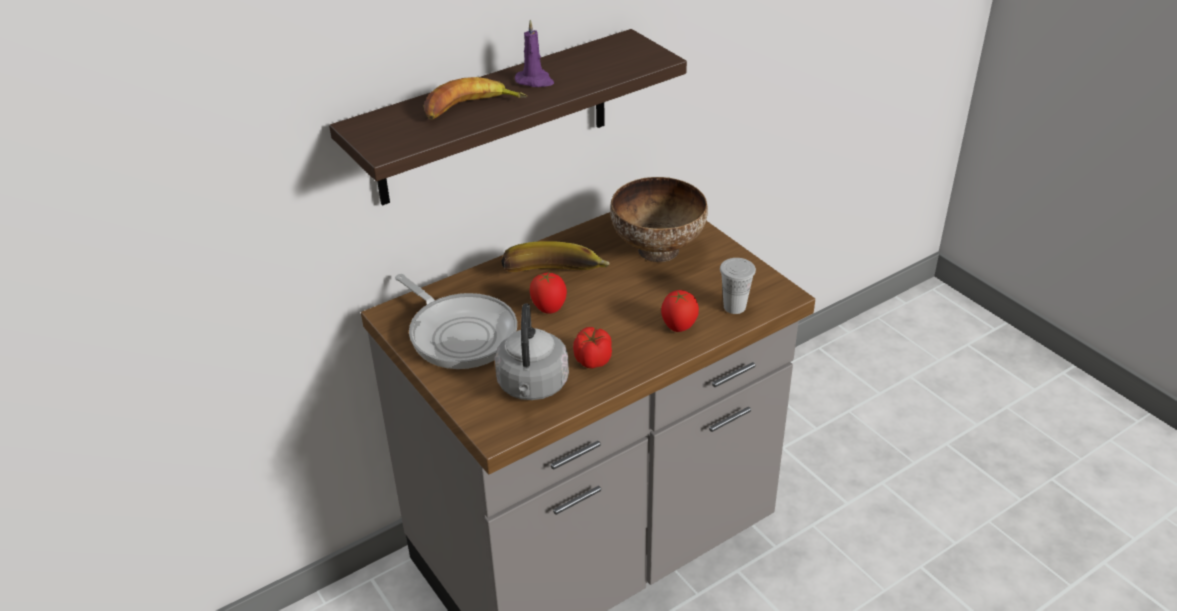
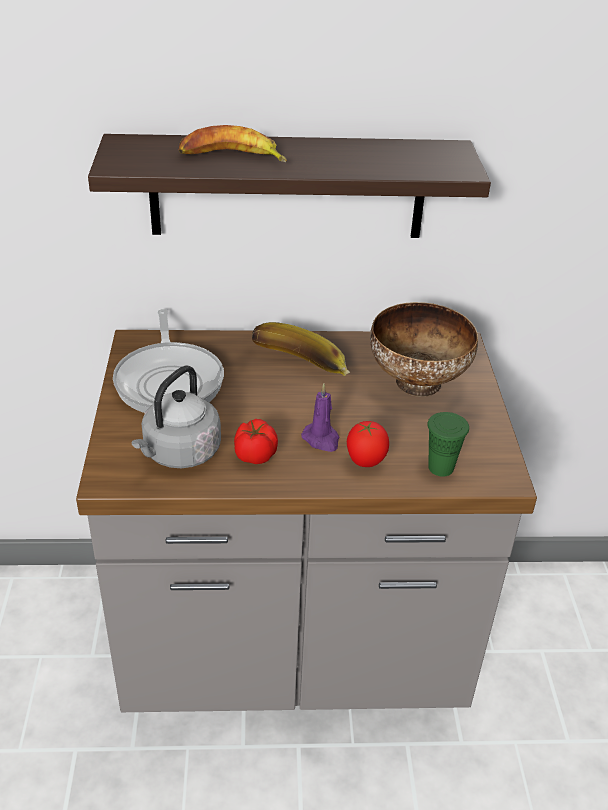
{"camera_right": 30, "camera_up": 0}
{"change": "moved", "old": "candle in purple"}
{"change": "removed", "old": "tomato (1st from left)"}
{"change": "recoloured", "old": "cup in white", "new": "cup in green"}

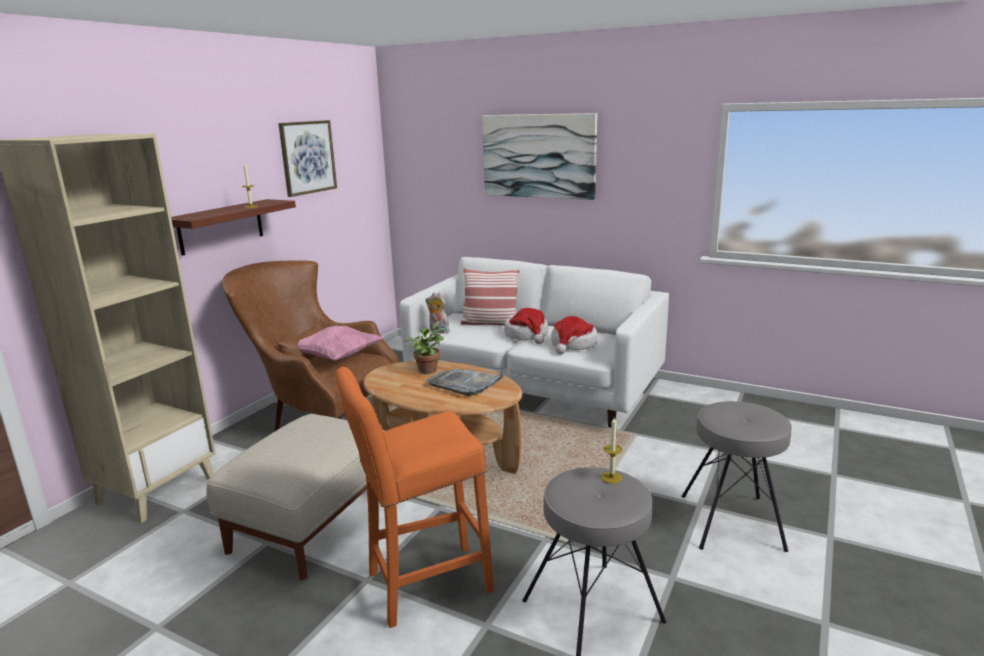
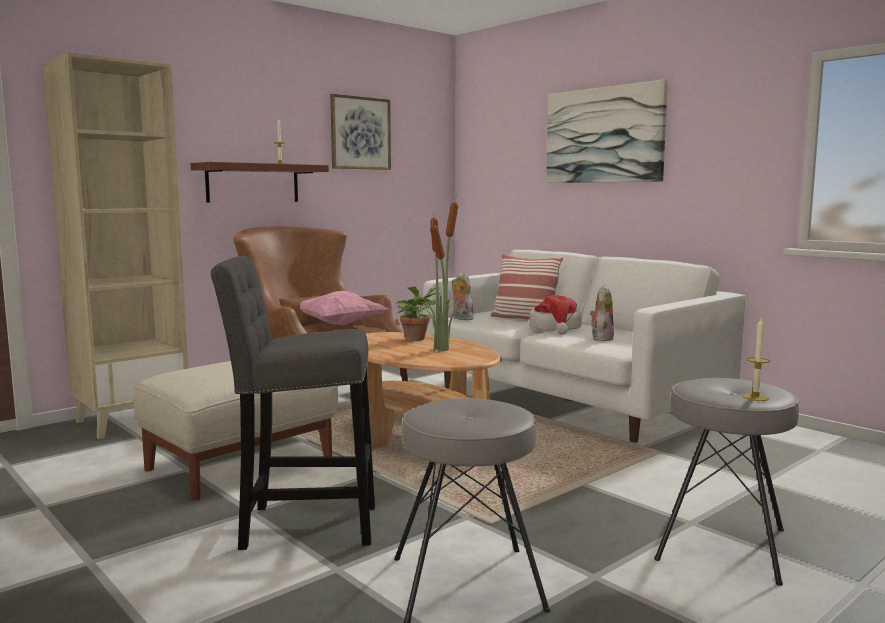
{"camera_right": 20, "camera_up": -10}
{"change": "recoloured", "old": "stool in orange", "new": "stool in grey (1st from left)"}
{"change": "replaced", "old": "tray in grey", "new": "potted plant (2nd from left)"}
{"change": "replaced", "old": "hat (2nd from left)", "new": "plush toy (2nd from left)"}
{"change": "moved", "old": "candle (2nd from left)"}

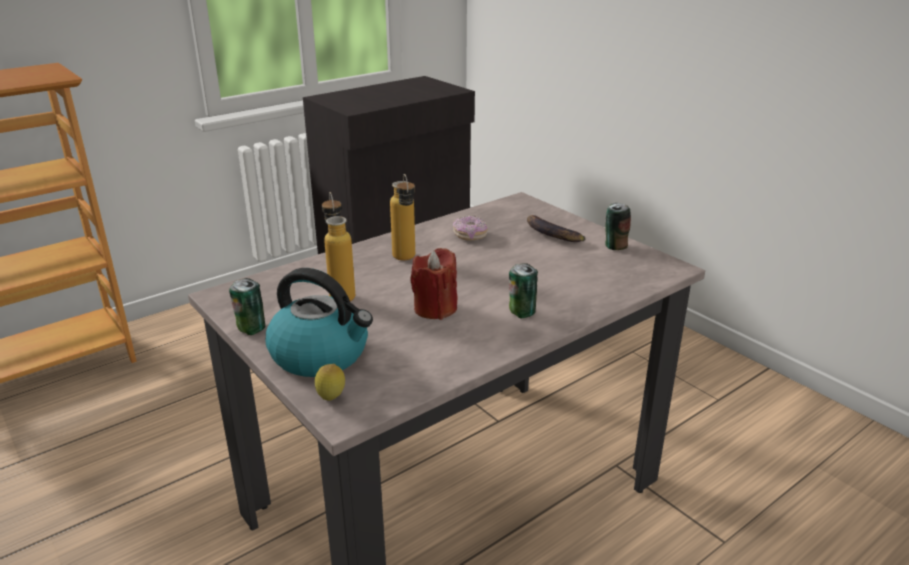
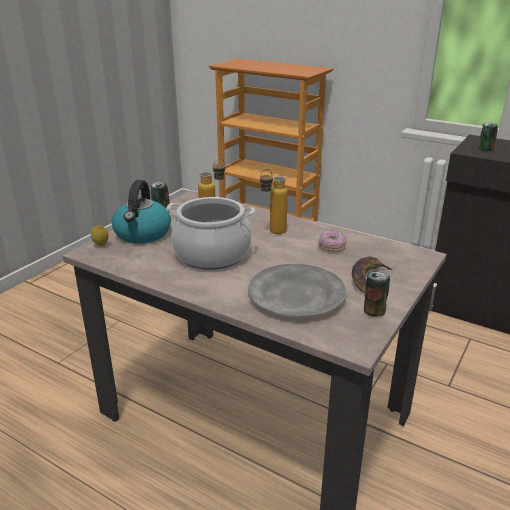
{"camera_right": 70, "camera_up": 0}
{"change": "replaced", "old": "candle in red", "new": "cooking pot"}
{"change": "moved", "old": "can (2nd from left in the first image)", "new": "can (3rd from left)"}
{"change": "added", "new": "plate in grey"}

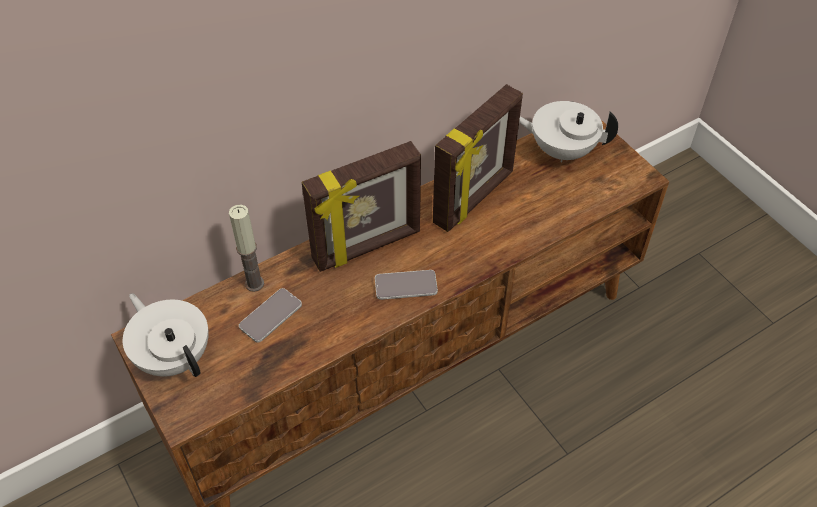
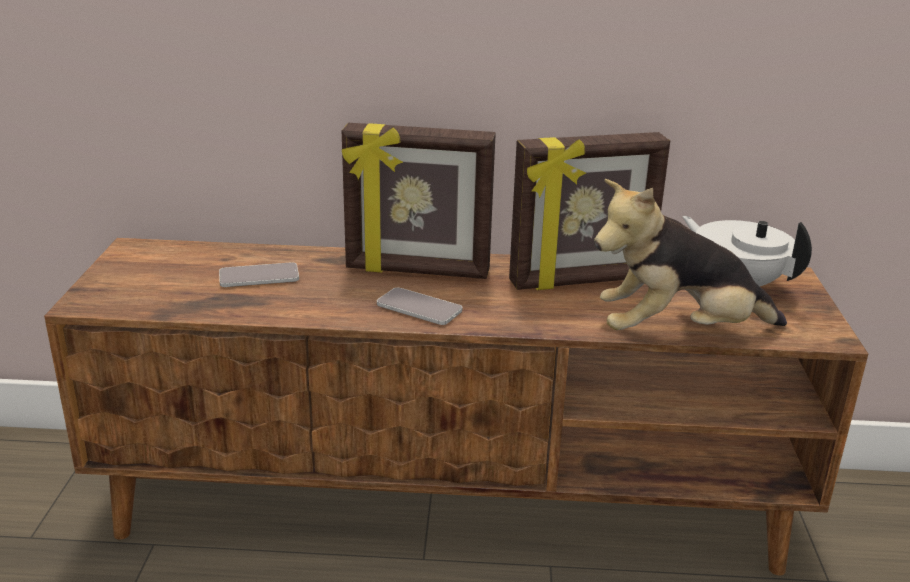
{"camera_right": 35, "camera_up": -25}
{"change": "removed", "old": "teapot in white (1st from left)"}
{"change": "removed", "old": "candle"}
{"change": "added", "new": "plush toy"}

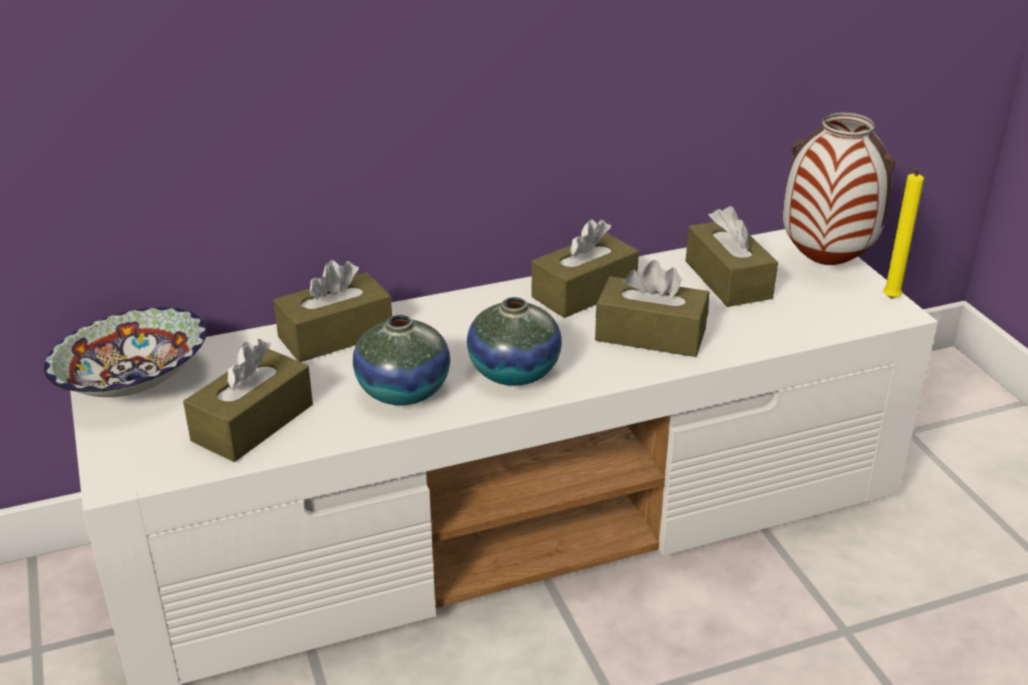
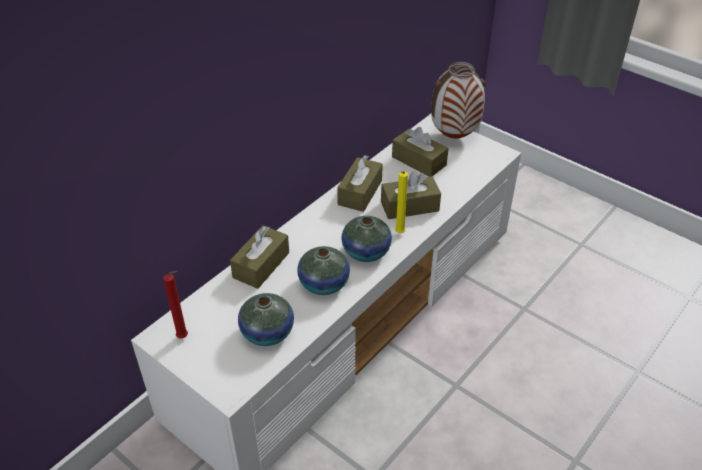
{"camera_right": -30, "camera_up": 10}
{"change": "replaced", "old": "bowl", "new": "candle in red"}
{"change": "replaced", "old": "tissue box in brown (1st from left)", "new": "vase (1st from left)"}
{"change": "moved", "old": "candle in yellow"}

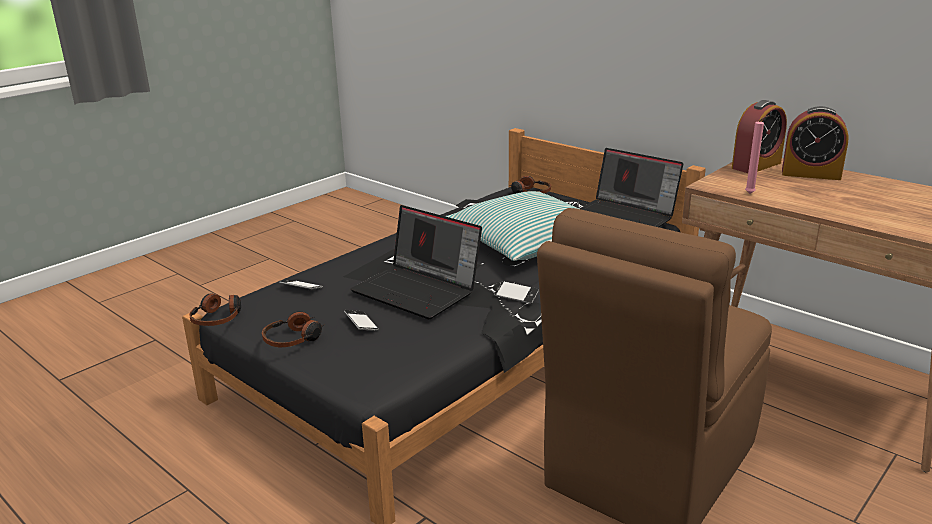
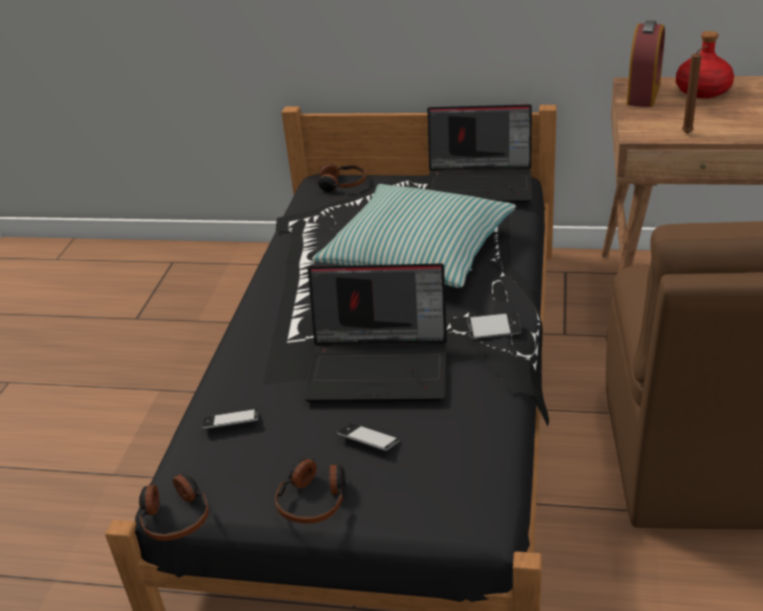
{"camera_right": -30, "camera_up": 10}
{"change": "recoloured", "old": "candle in pink", "new": "candle in brown"}
{"change": "replaced", "old": "alarm clock (2nd from left)", "new": "bottle in red"}

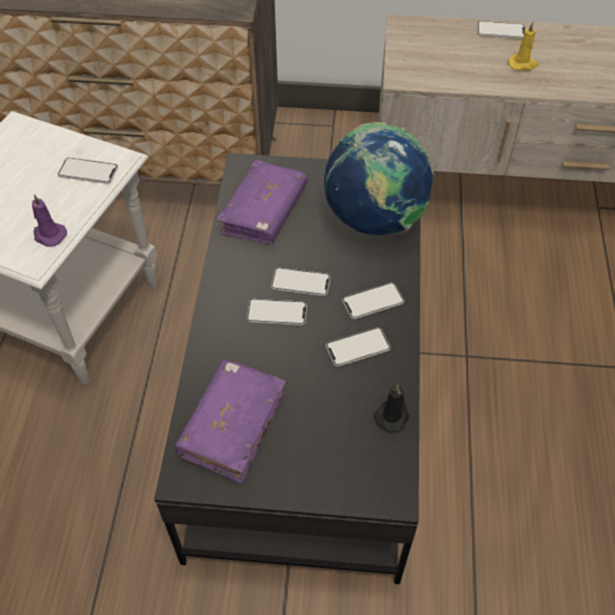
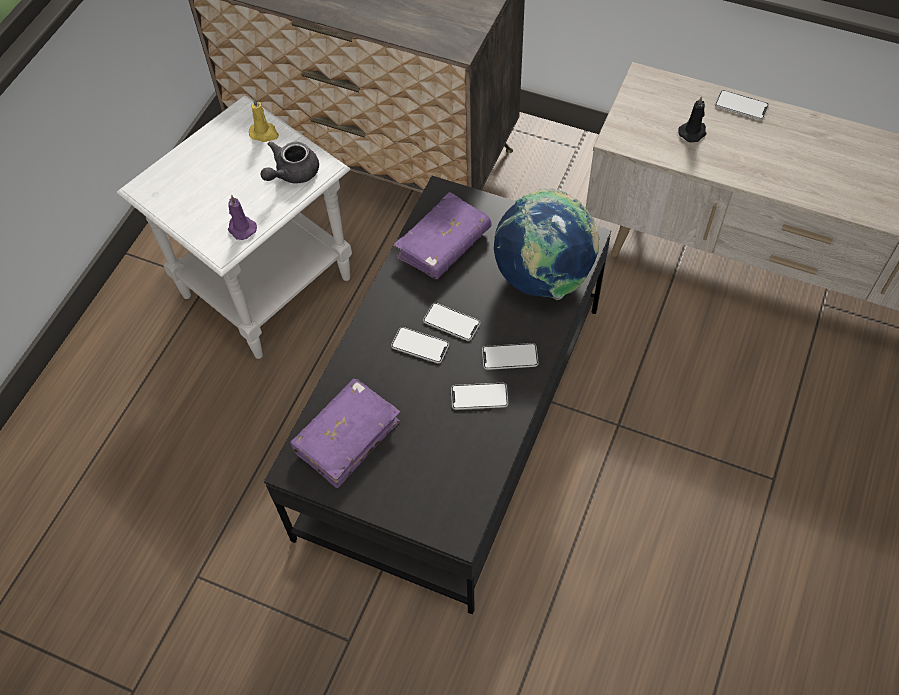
{"camera_right": 20, "camera_up": 5}
{"change": "replaced", "old": "phone (1st from left)", "new": "teapot in grey"}
{"change": "moved", "old": "candle in black"}
{"change": "moved", "old": "candle in yellow"}

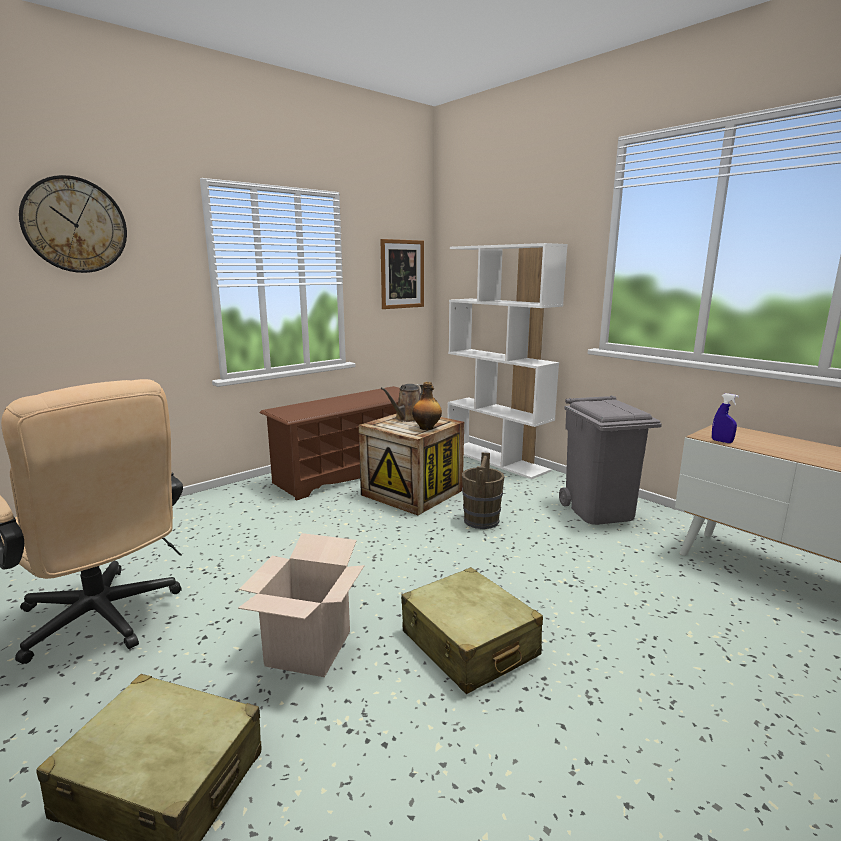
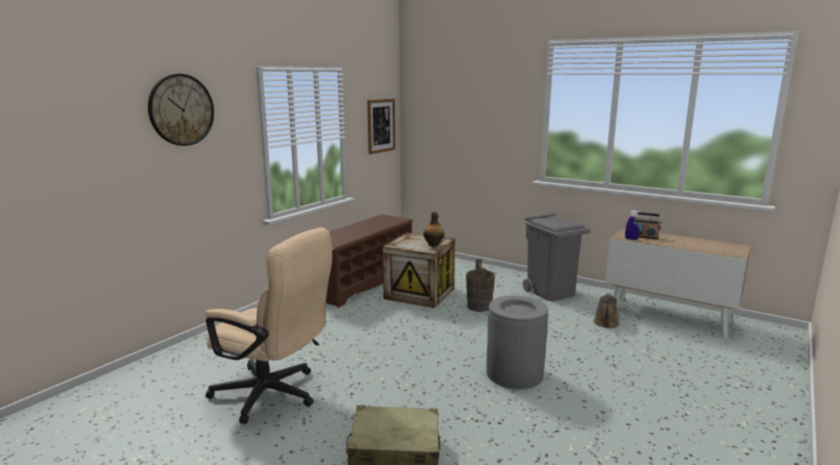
{"camera_right": -15, "camera_up": 0}
{"change": "removed", "old": "cardboard box"}
{"change": "moved", "old": "watering can in brown"}
{"change": "replaced", "old": "suitcase in beige (2nd from left)", "new": "trash can in grey (1st from left)"}
{"change": "removed", "old": "bookcase in white"}
{"change": "added", "new": "radio"}

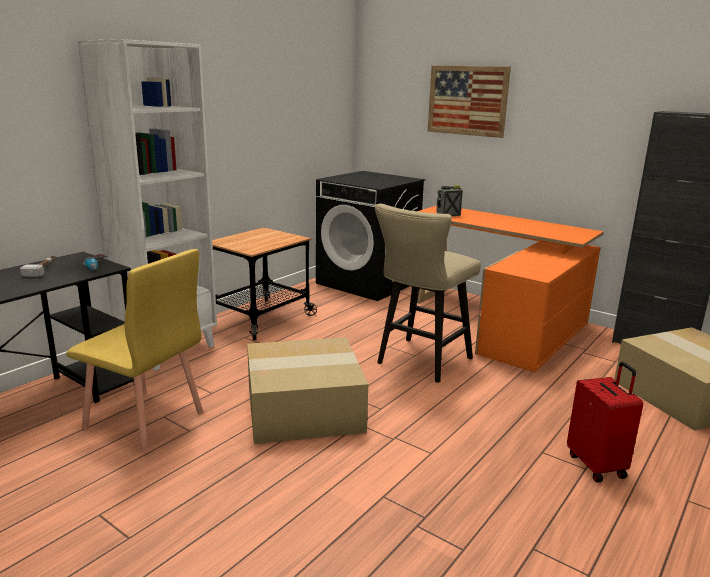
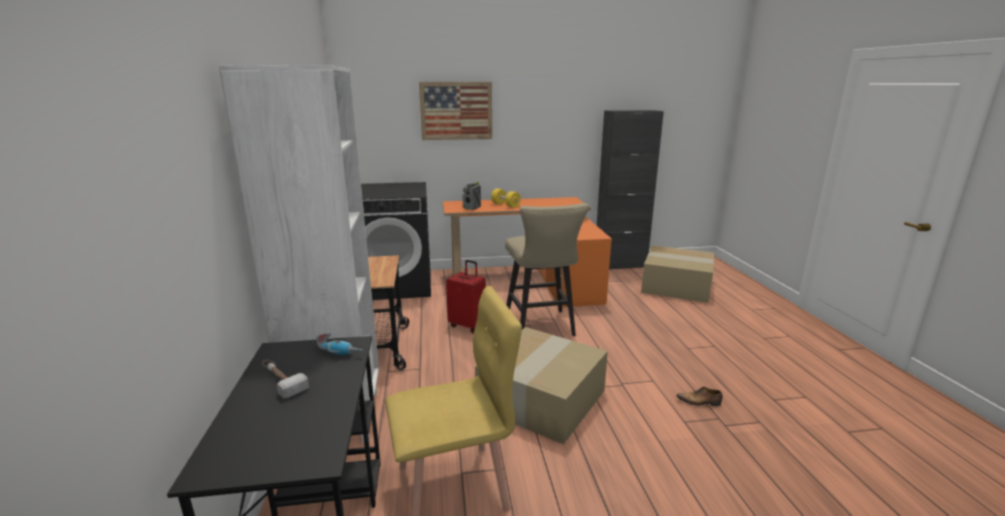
{"camera_right": -45, "camera_up": 0}
{"change": "moved", "old": "suitcase in red"}
{"change": "added", "new": "dumbbell in yellow"}
{"change": "added", "new": "shoe"}

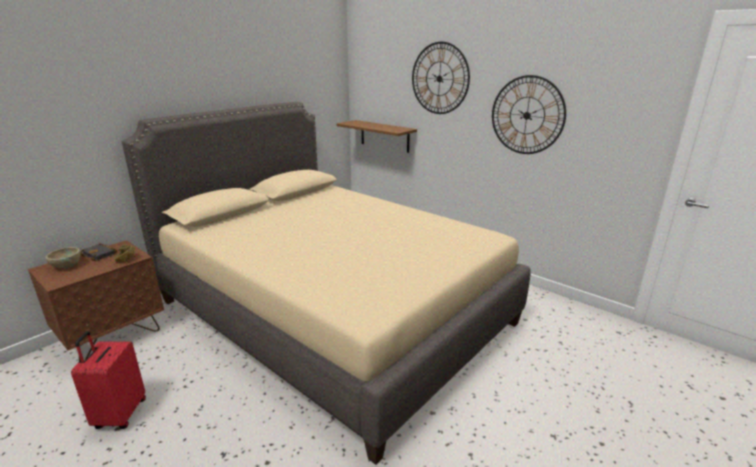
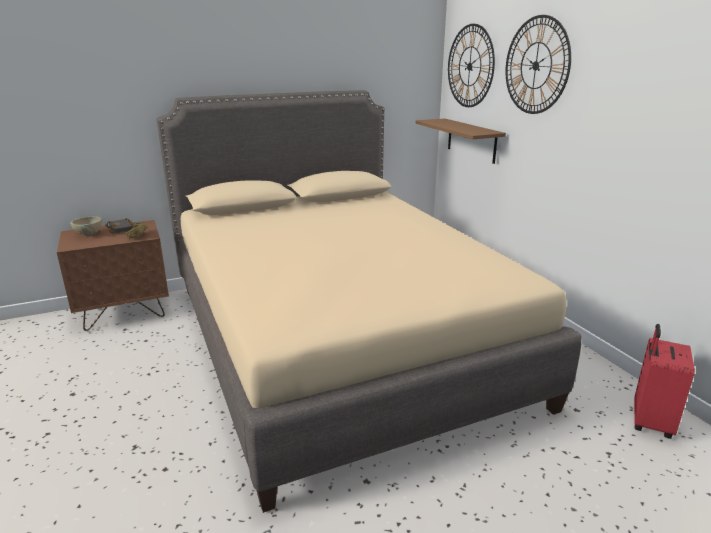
{"camera_right": 25, "camera_up": 0}
{"change": "moved", "old": "suitcase in red"}
{"change": "moved", "old": "wall clock (2nd from left in the first image)", "new": "wall clock (1st from left)"}

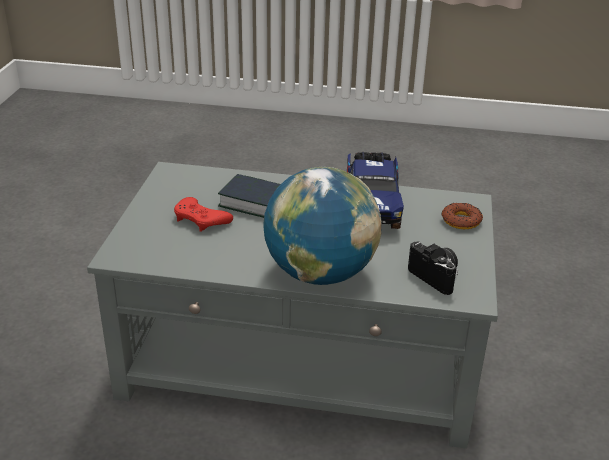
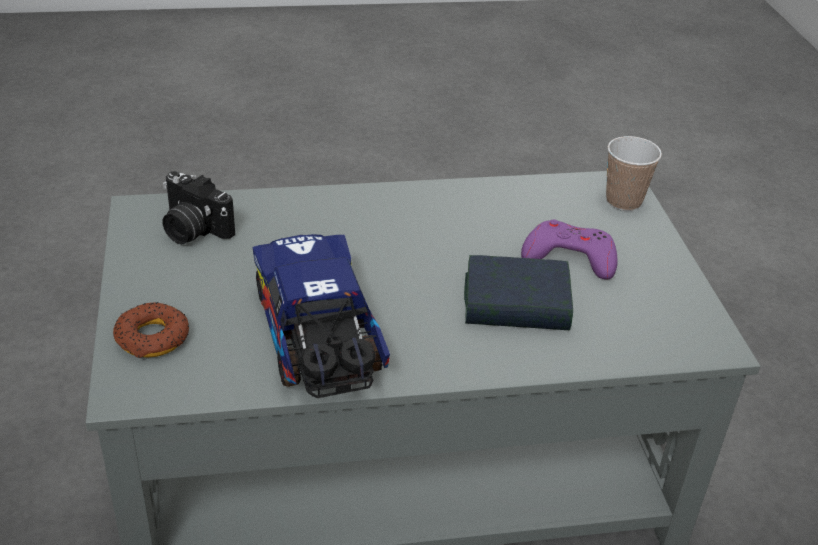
{"camera_right": 160, "camera_up": 5}
{"change": "recoloured", "old": "game controller in red", "new": "game controller in purple"}
{"change": "removed", "old": "globe"}
{"change": "added", "new": "cup"}

